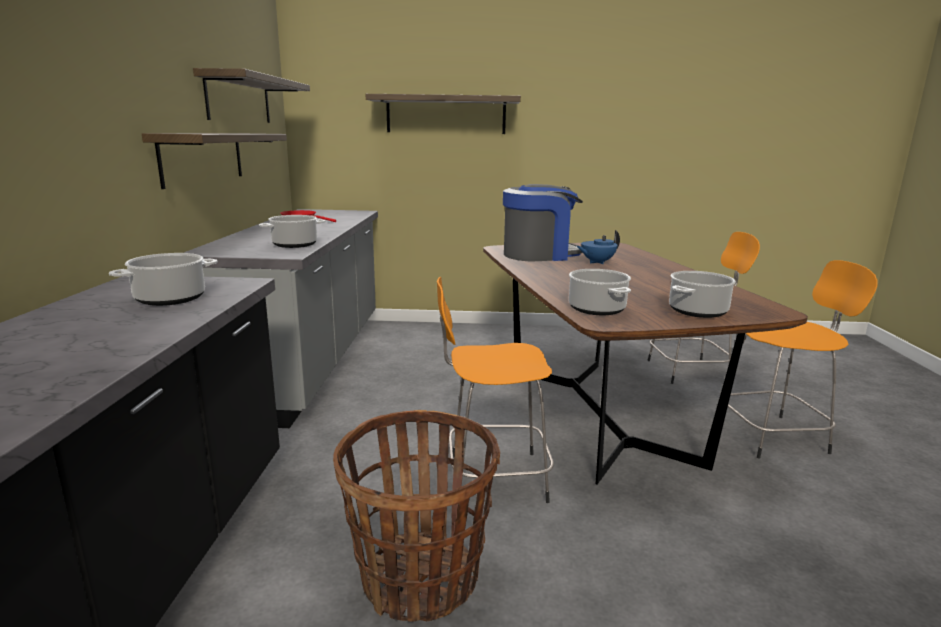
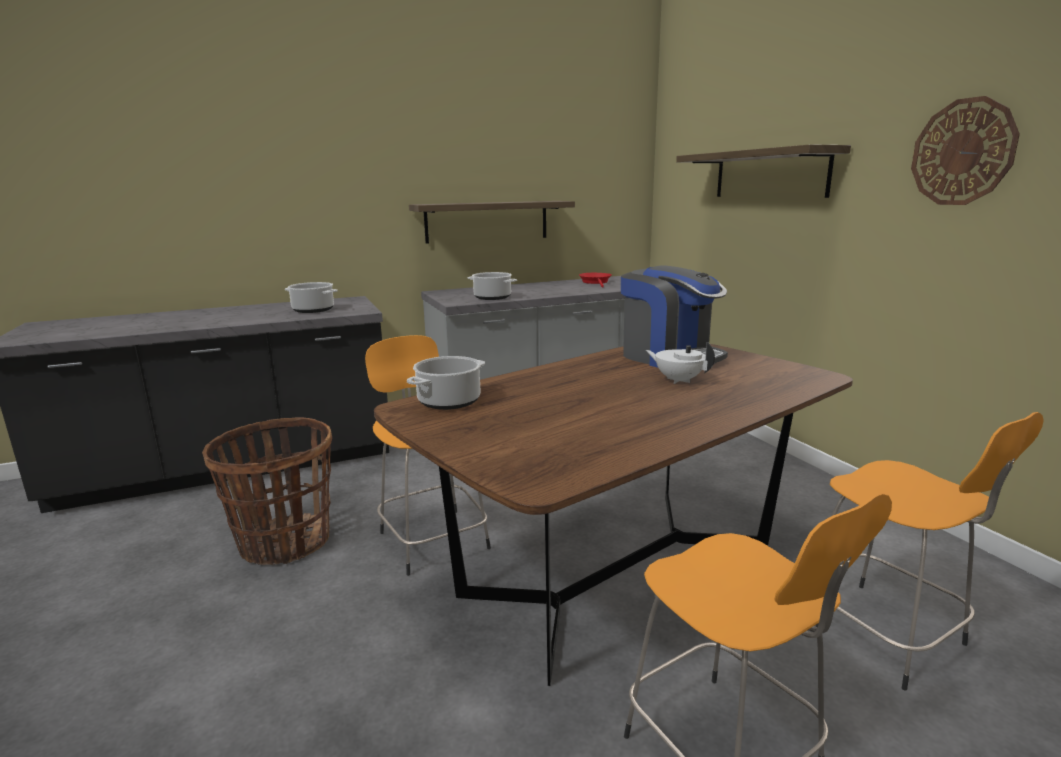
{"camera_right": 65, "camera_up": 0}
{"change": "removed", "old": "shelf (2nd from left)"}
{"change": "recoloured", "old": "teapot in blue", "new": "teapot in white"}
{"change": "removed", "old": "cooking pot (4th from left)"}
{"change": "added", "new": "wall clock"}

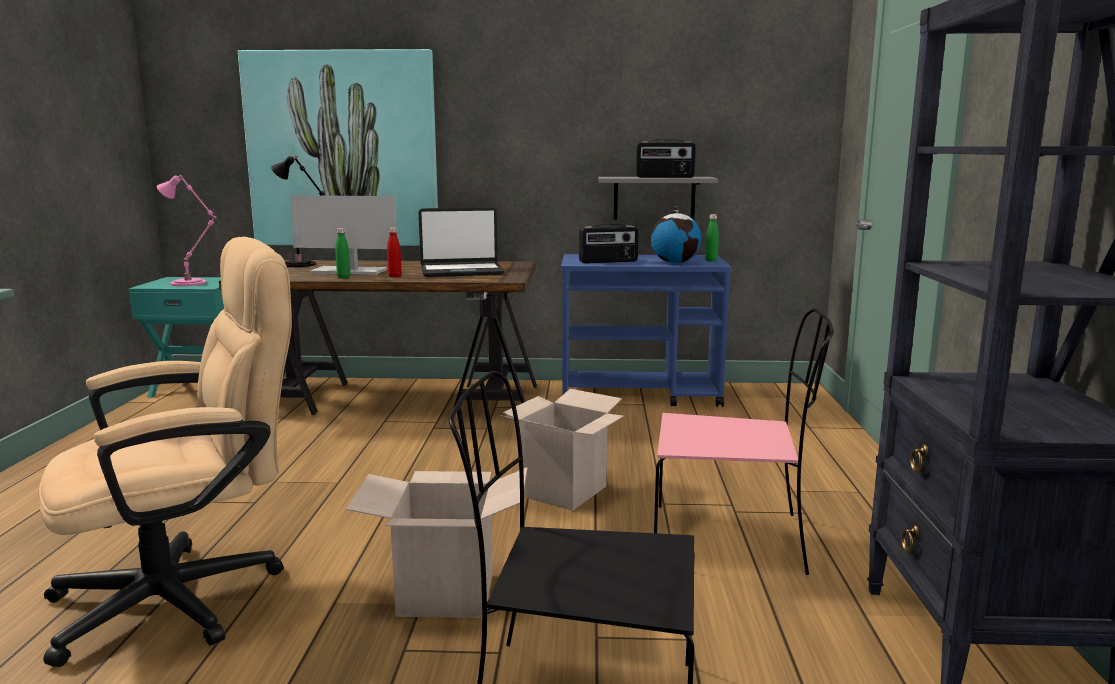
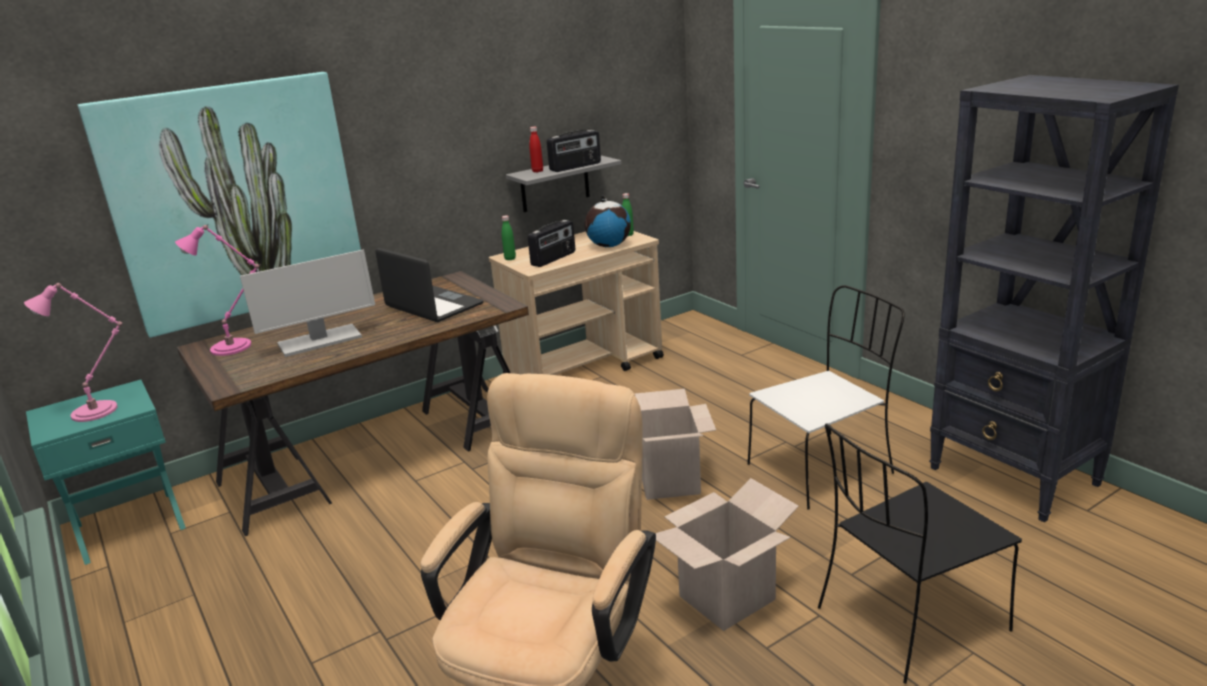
{"camera_right": -35, "camera_up": 10}
{"change": "recoloured", "old": "table lamp in black", "new": "table lamp in pink (2nd from left)"}
{"change": "moved", "old": "bottle in green (1st from left)"}
{"change": "moved", "old": "bottle in red"}
{"change": "turned", "old": "laptop", "degrees": -90}
{"change": "recoloured", "old": "cart in blue", "new": "cart in beige"}
{"change": "recoloured", "old": "chair in pink", "new": "chair in white"}

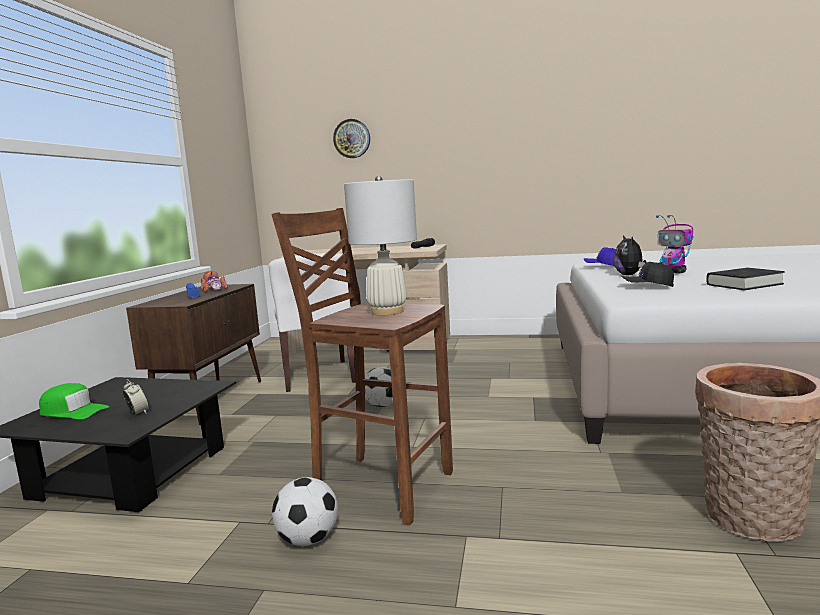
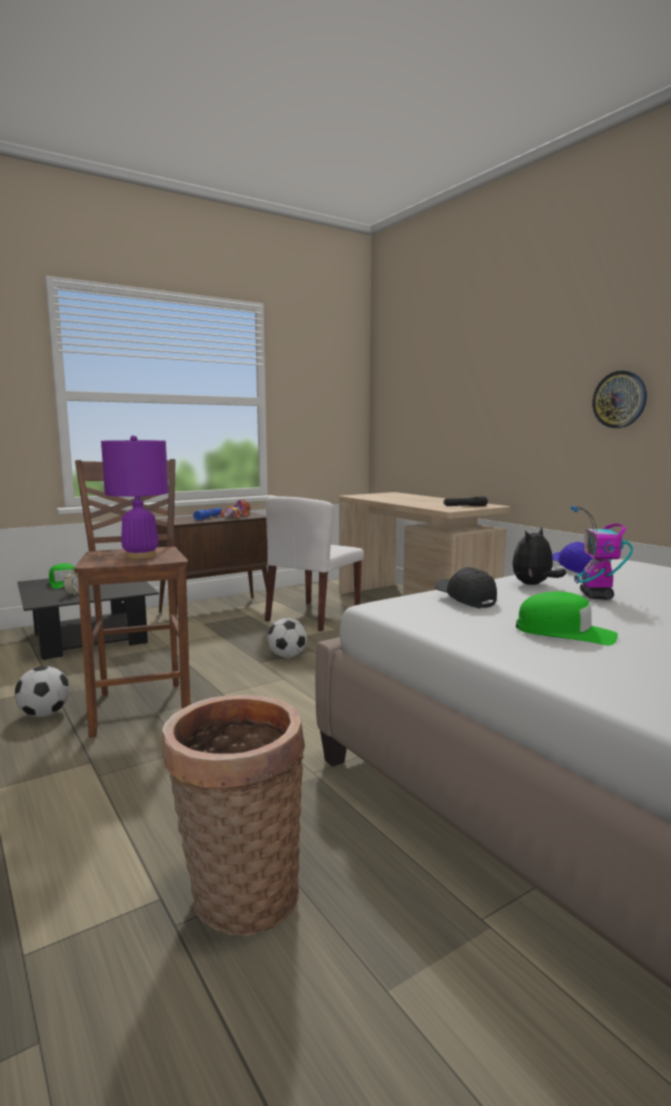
{"camera_right": 45, "camera_up": 0}
{"change": "moved", "old": "wall clock"}
{"change": "recoloured", "old": "table lamp in white", "new": "table lamp in purple"}
{"change": "replaced", "old": "book in black", "new": "cap in green (2nd from left)"}

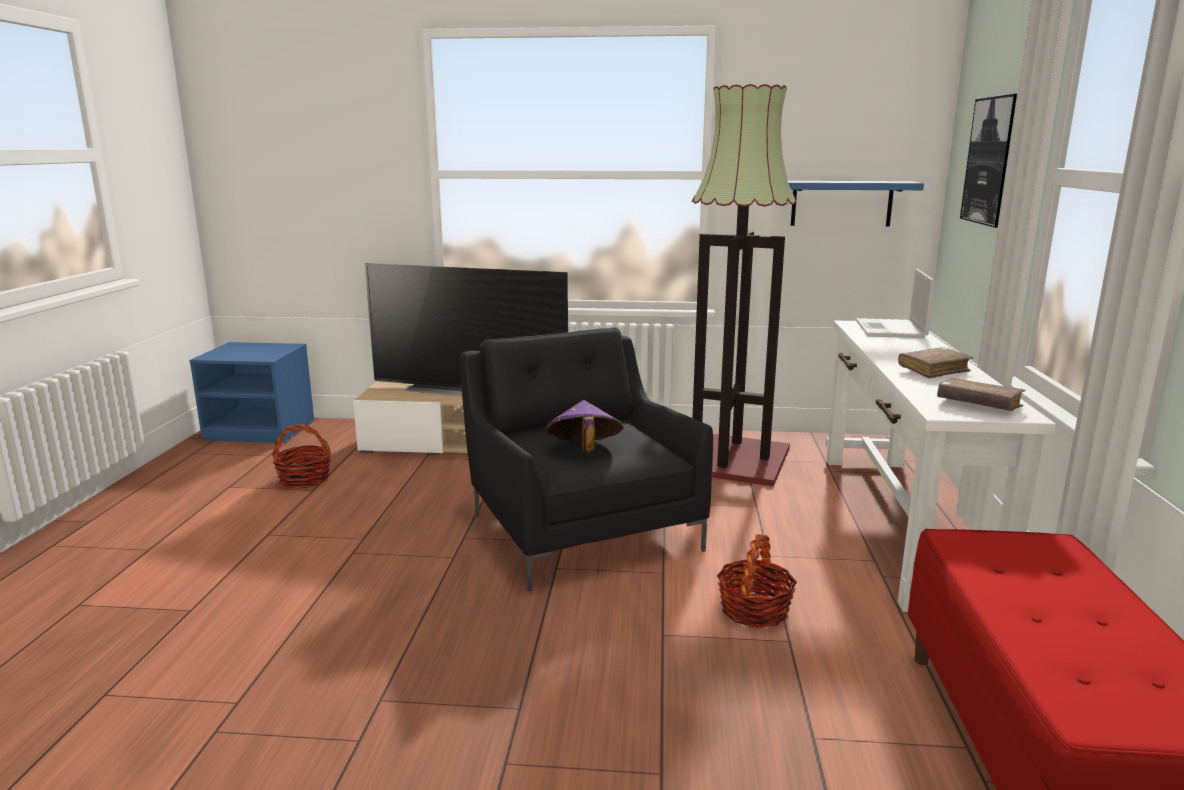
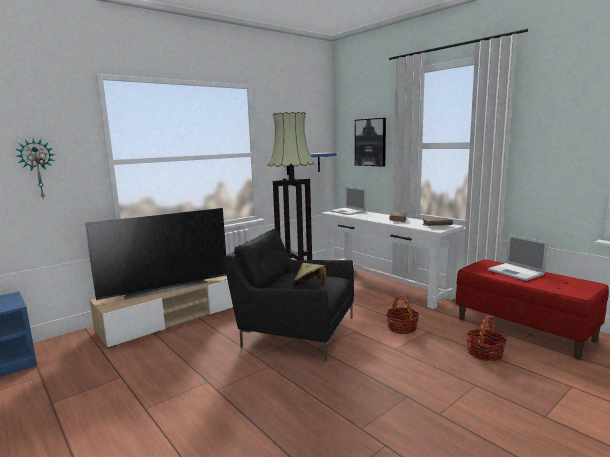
{"camera_right": -45, "camera_up": -5}
{"change": "moved", "old": "basket (1st from left in the first image)", "new": "basket (2nd from left)"}
{"change": "recoloured", "old": "hat in purple", "new": "hat in beige"}
{"change": "added", "new": "wall clock"}
{"change": "added", "new": "laptop (2nd from left)"}

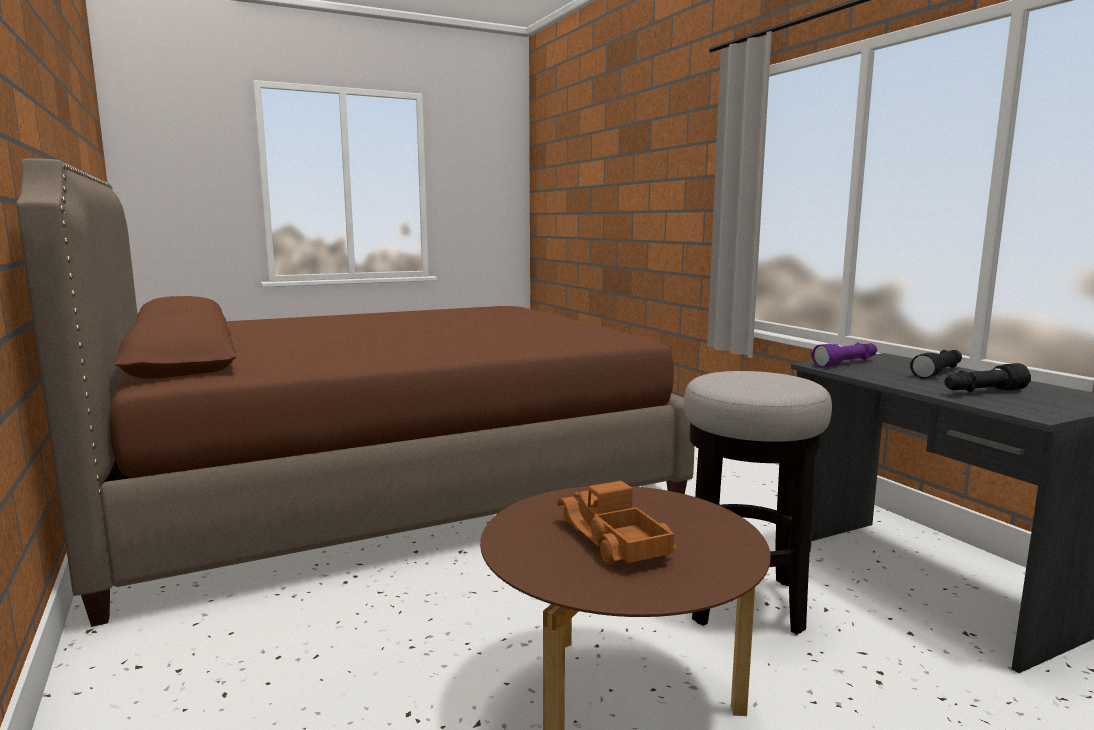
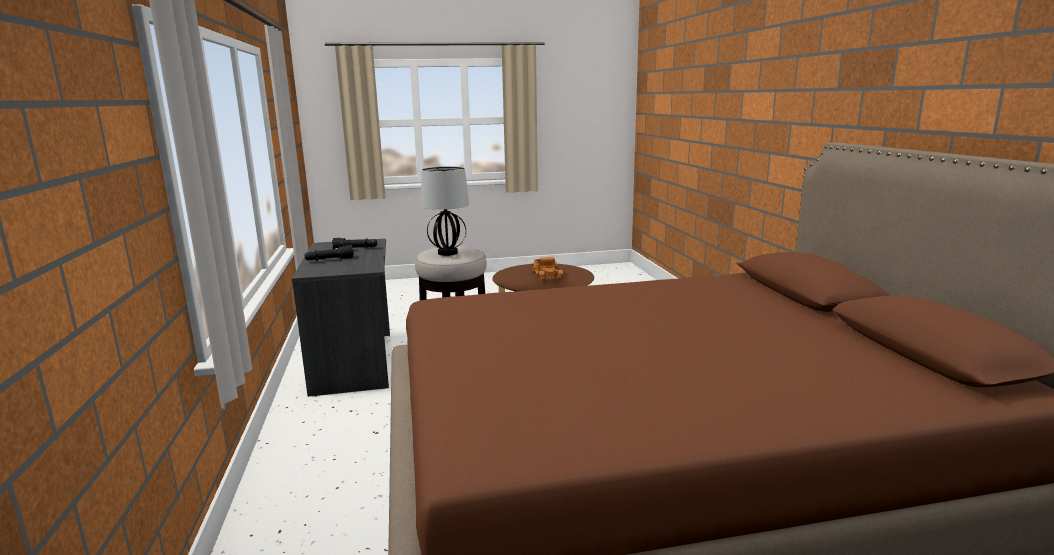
{"camera_right": -165, "camera_up": 5}
{"change": "removed", "old": "flashlight in purple"}
{"change": "added", "new": "table lamp"}

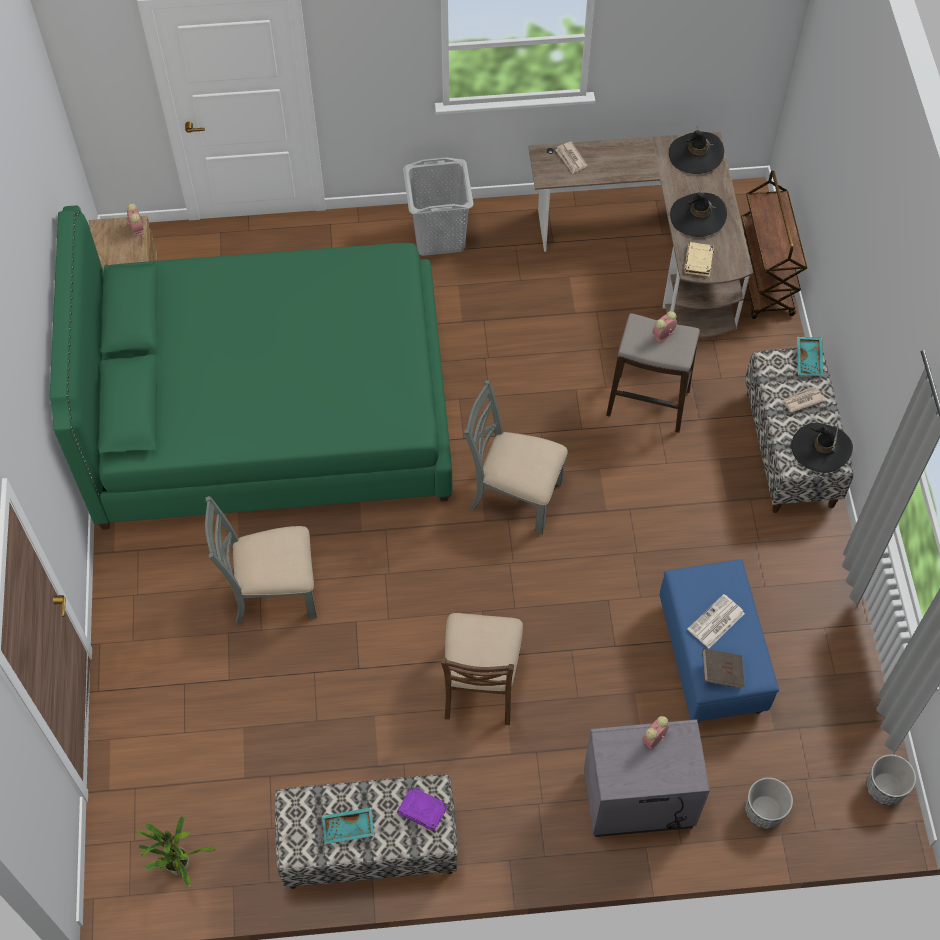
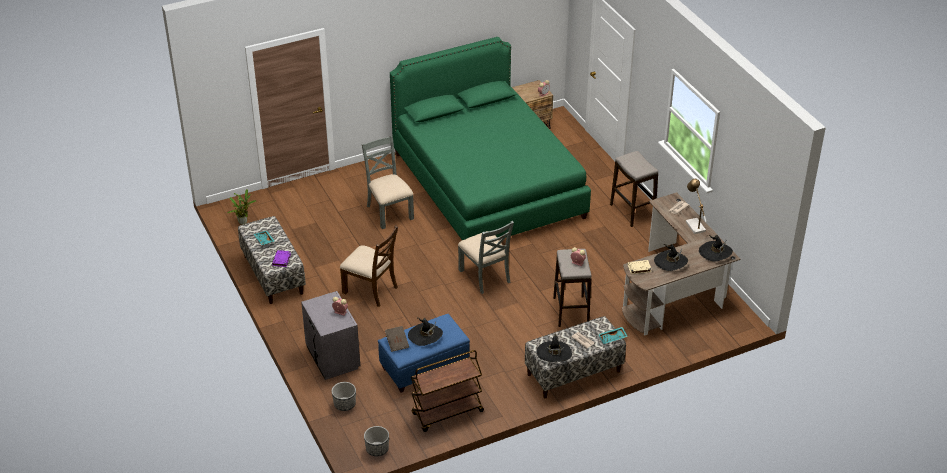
{"camera_right": 70, "camera_up": -20}
{"change": "replaced", "old": "laundry basket in grey", "new": "stool (2nd from left)"}
{"change": "turned", "old": "chair in brown", "degrees": -135}
{"change": "turned", "old": "chair in grey (2nd from left)", "degrees": 150}
{"change": "replaced", "old": "newspaper (2nd from left)", "new": "hat in black (1st from left)"}
{"change": "moved", "old": "cart in brown"}
{"change": "added", "new": "table lamp"}

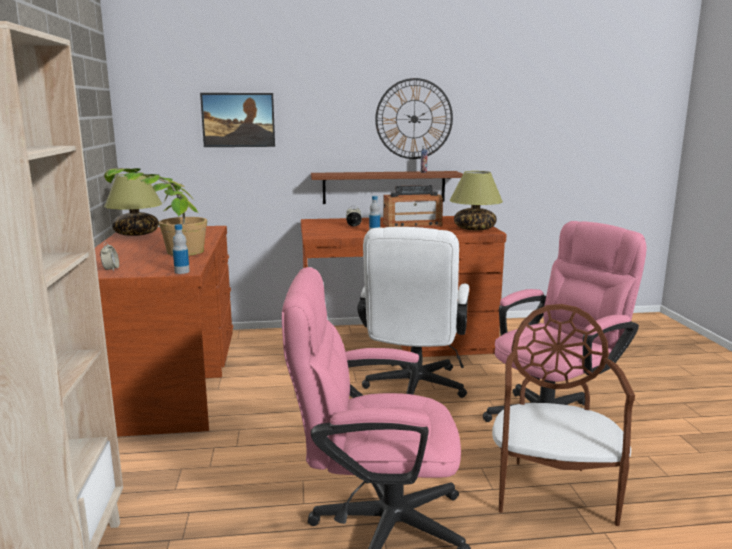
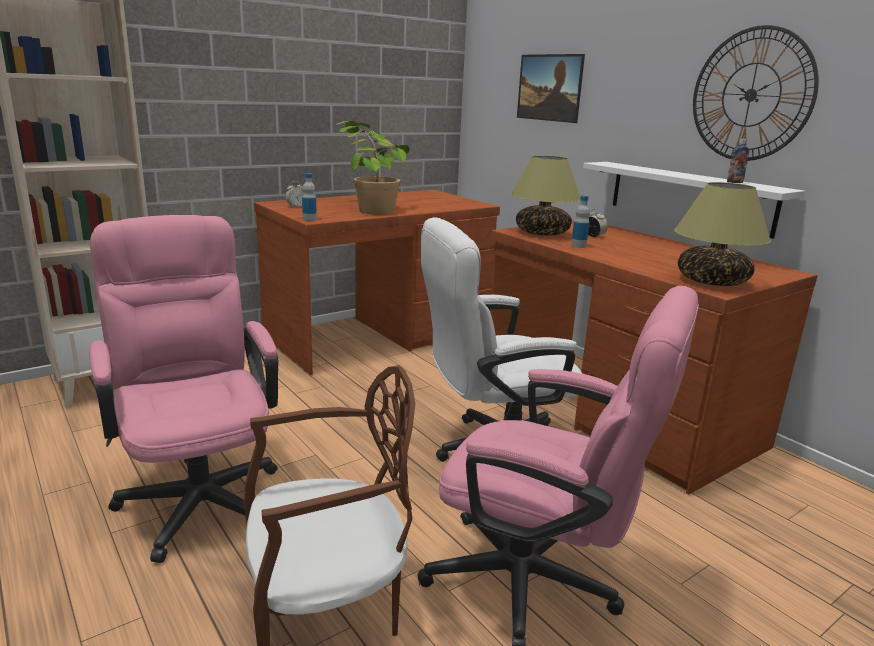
{"camera_right": 60, "camera_up": 5}
{"change": "moved", "old": "table lamp (1st from left)"}
{"change": "recoloured", "old": "shelf in brown", "new": "shelf in white"}
{"change": "removed", "old": "radio"}

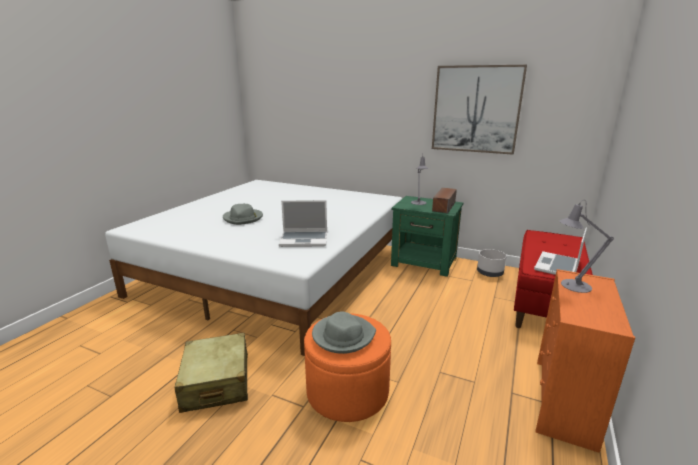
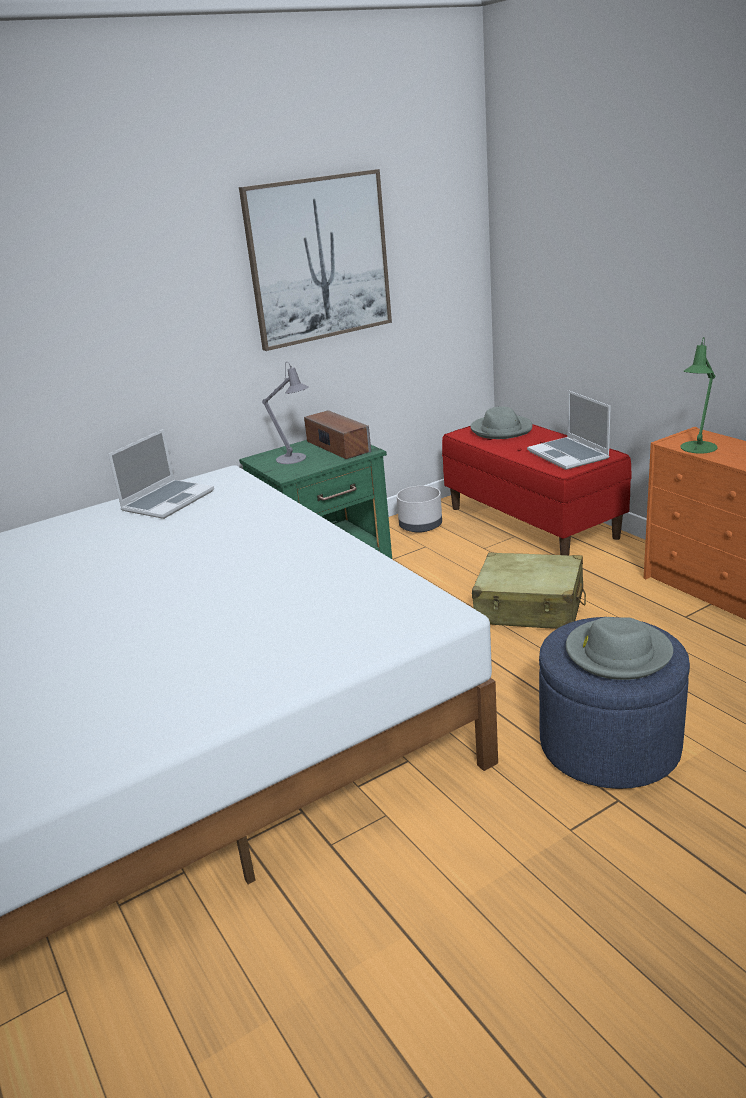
{"camera_right": -55, "camera_up": 5}
{"change": "moved", "old": "suitcase in beige"}
{"change": "moved", "old": "hat in grey (1st from left)"}
{"change": "moved", "old": "laptop (1st from left)"}
{"change": "recoloured", "old": "ottoman in orange", "new": "ottoman in blue"}
{"change": "recoloured", "old": "table lamp in grey (2nd from left)", "new": "table lamp in green"}

